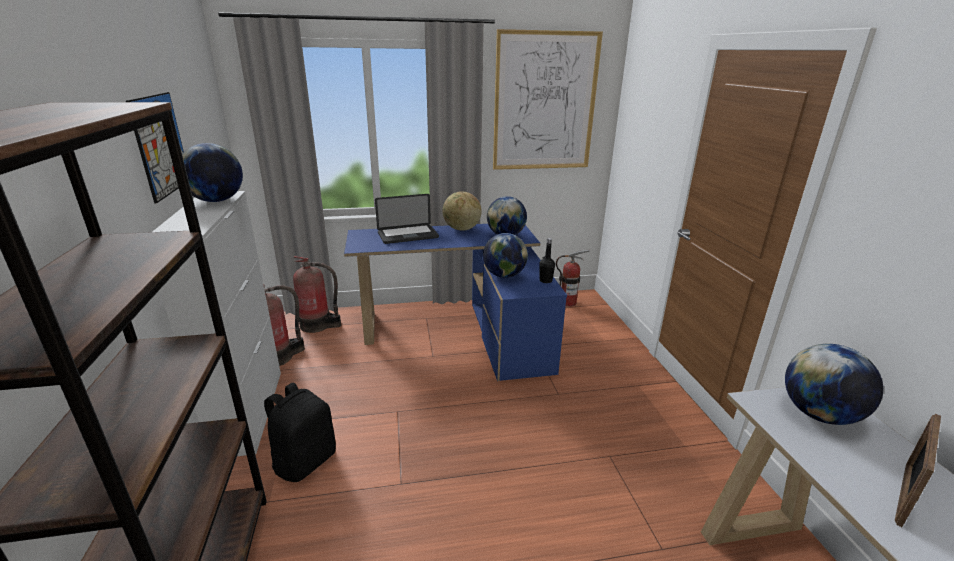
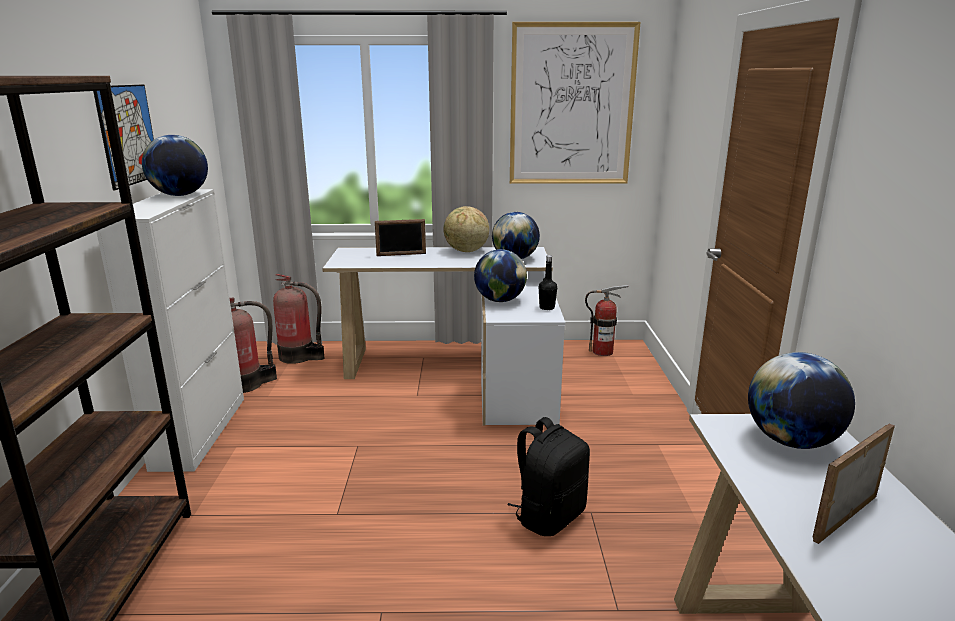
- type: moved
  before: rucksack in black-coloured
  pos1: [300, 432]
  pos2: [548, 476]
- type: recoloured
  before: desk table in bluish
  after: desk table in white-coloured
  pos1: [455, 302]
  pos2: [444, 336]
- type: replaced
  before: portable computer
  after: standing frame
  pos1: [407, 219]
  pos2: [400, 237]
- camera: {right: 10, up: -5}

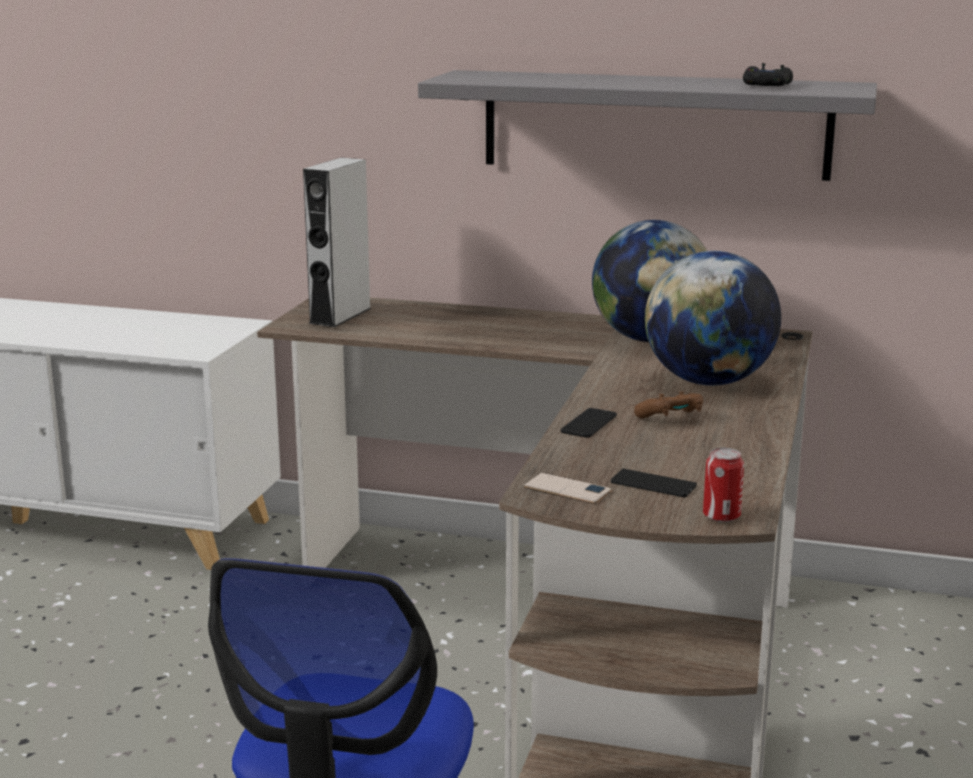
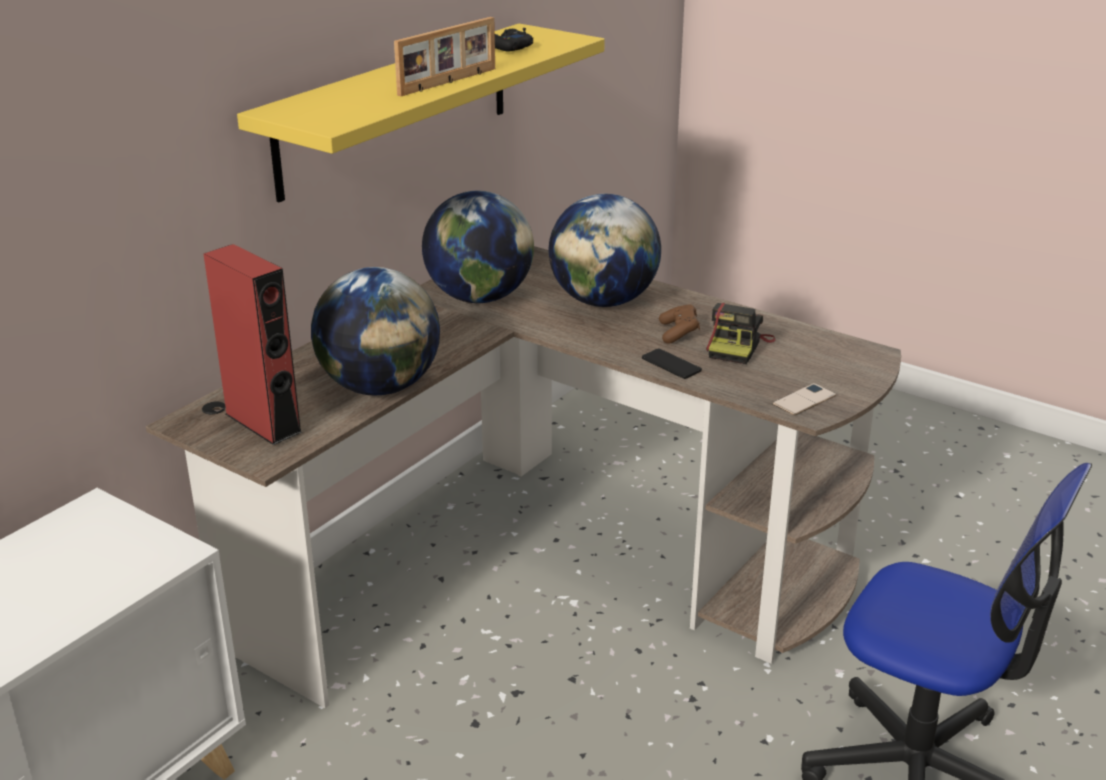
- type: recoloured
  before: loudspeaker in grey
  after: loudspeaker in reddish
  pos1: [337, 242]
  pos2: [253, 344]
- type: recoloured
  before: bracket shelf in grey
  after: bracket shelf in yellowish
  pos1: [647, 125]
  pos2: [421, 113]
- type: removed
  before: telephone
  pos1: [654, 483]
- type: removed
  before: can
  pos1: [723, 485]
- type: added
  after: desk globe
  pos2: [375, 331]
- type: added
  after: standing frame
  pos2: [444, 56]
- type: added
  after: photo camera
  pos2: [741, 333]
- camera: {right: -70, up: 10}

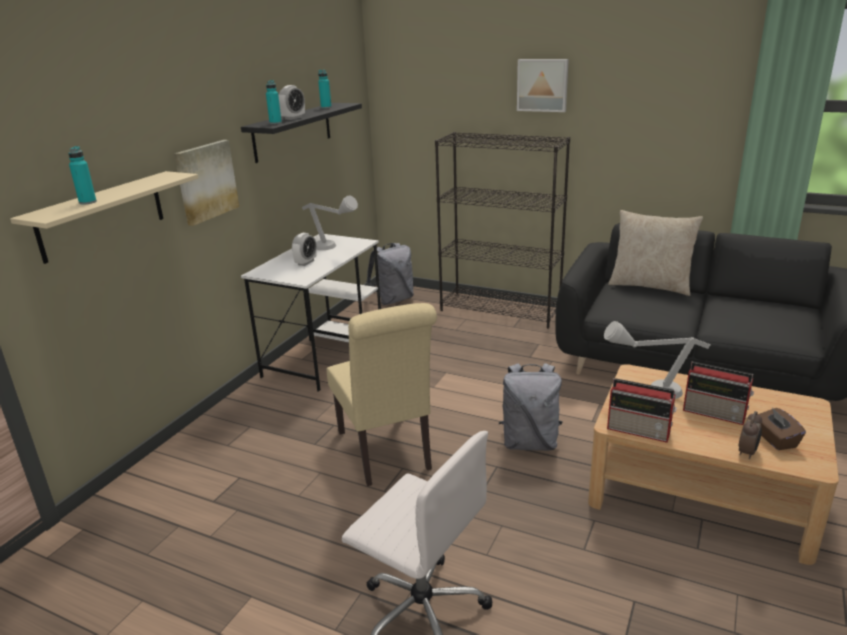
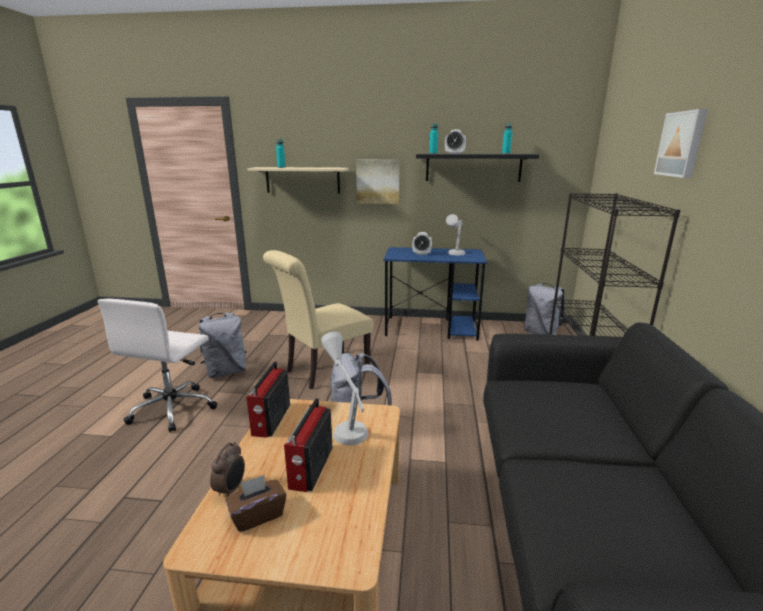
- type: recoloured
  before: desk table in white-coloured
  after: desk table in bluish
  pos1: [311, 313]
  pos2: [435, 294]
- type: removed
  before: cushion in sand-coloured
  pos1: [655, 253]
- type: turned
  before: bedside clock
  pos1: [750, 435]
  pos2: [227, 469]
  turn: -90
- type: added
  after: rucksack in grey
  pos2: [222, 345]
- camera: {right: 70, up: -5}

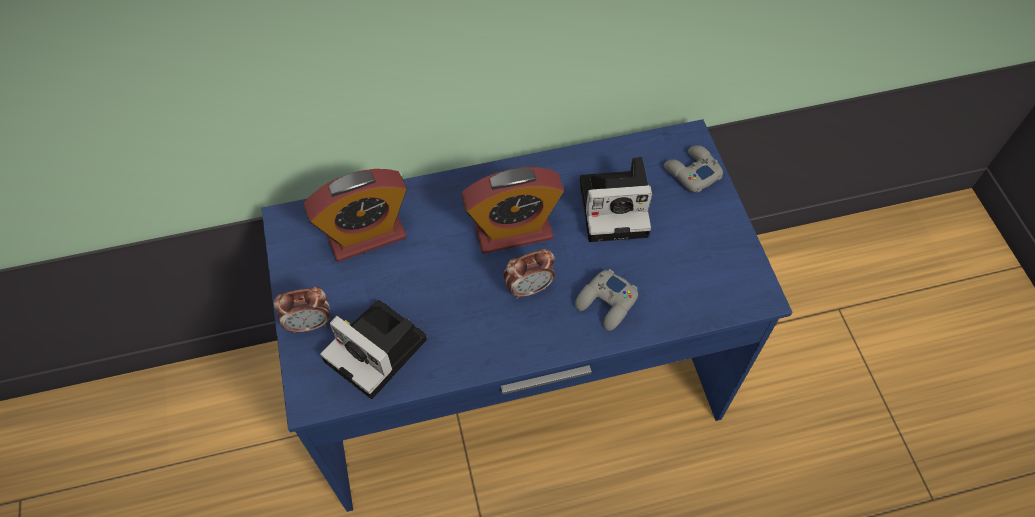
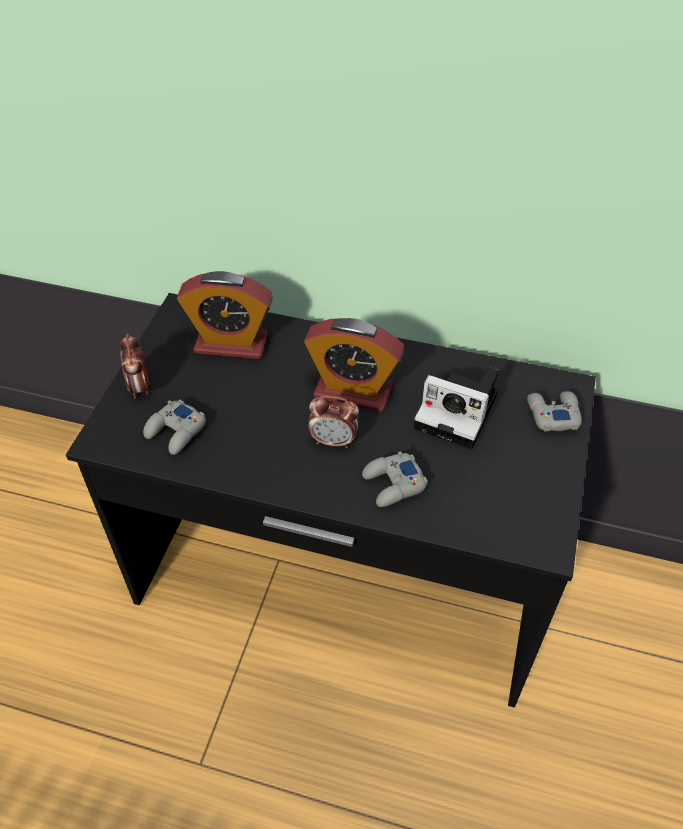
- type: recoloured
  before: desk table in bluish
  after: desk table in black-coloured
  pos1: [526, 315]
  pos2: [331, 500]
- type: turned
  before: bedside clock
  pos1: [302, 310]
  pos2: [134, 366]
  turn: 60
- type: replaced
  before: photo camera
  after: joypad in grey
  pos1: [373, 349]
  pos2: [174, 427]
- camera: {right: 30, up: -10}

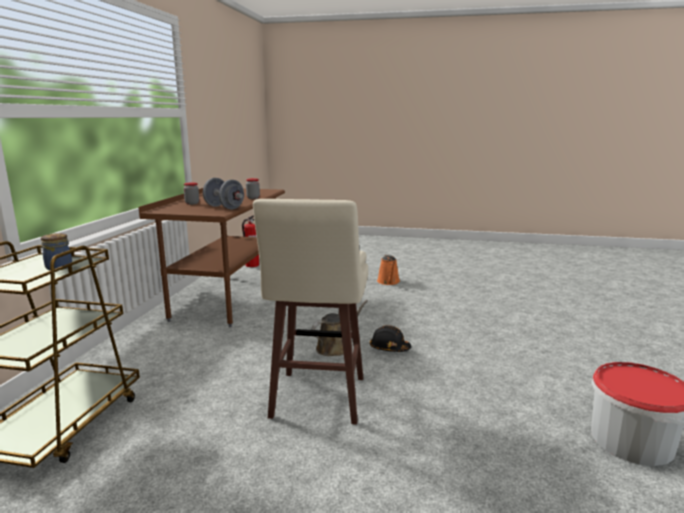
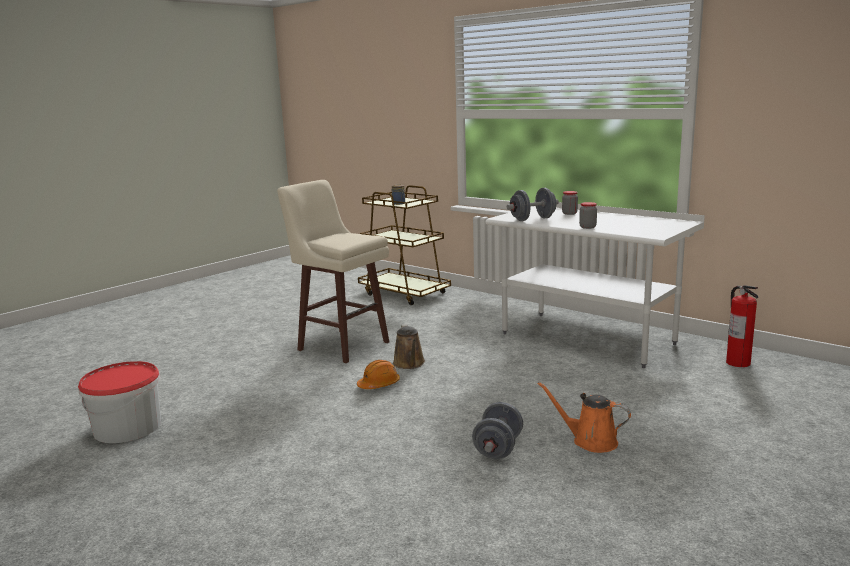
- type: recoloured
  before: desk table in brown
  after: desk table in white-coloured
  pos1: [211, 257]
  pos2: [595, 285]
- type: recoloured
  before: hard hat in black-coloured
  after: hard hat in orangey
  pos1: [390, 338]
  pos2: [378, 374]
- type: added
  after: free weight in grey
  pos2: [497, 430]
- camera: {right: 120, up: 0}

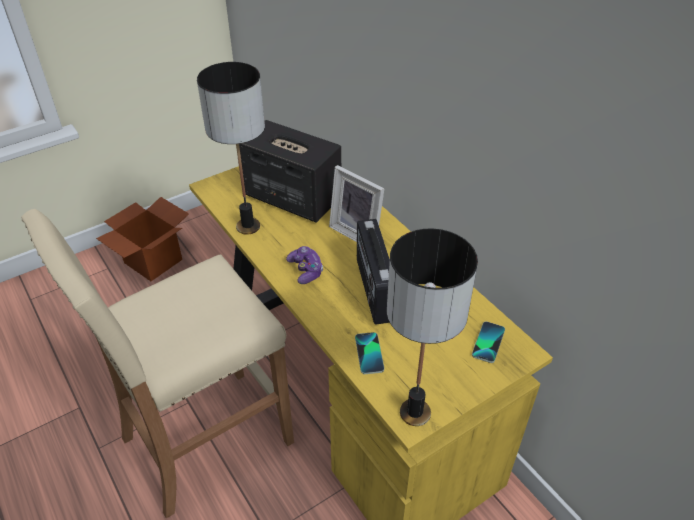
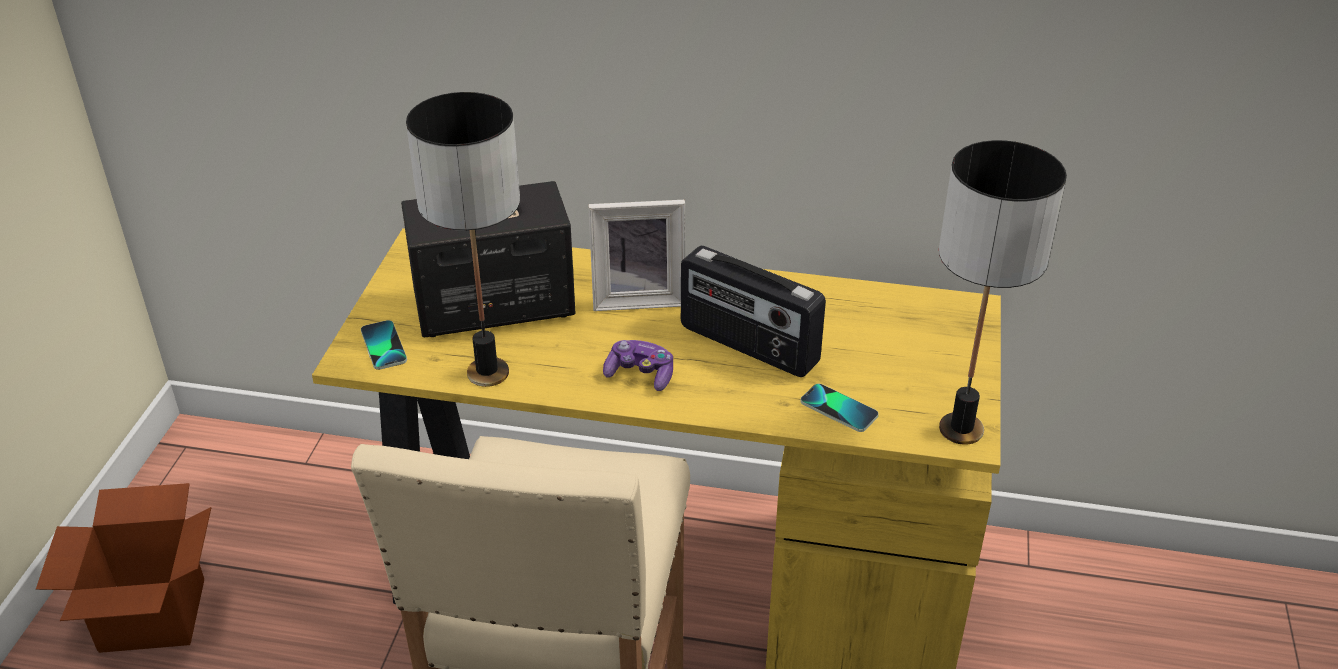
- type: moved
  before: telephone
  pos1: [488, 342]
  pos2: [384, 345]
- camera: {right: -45, up: -5}

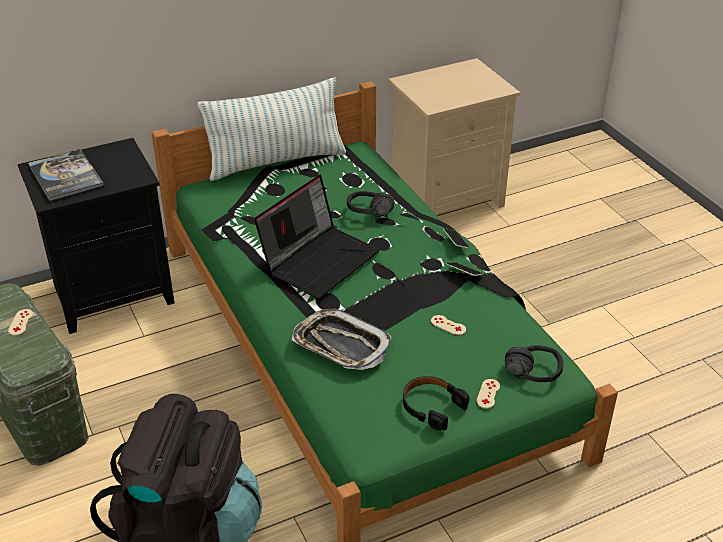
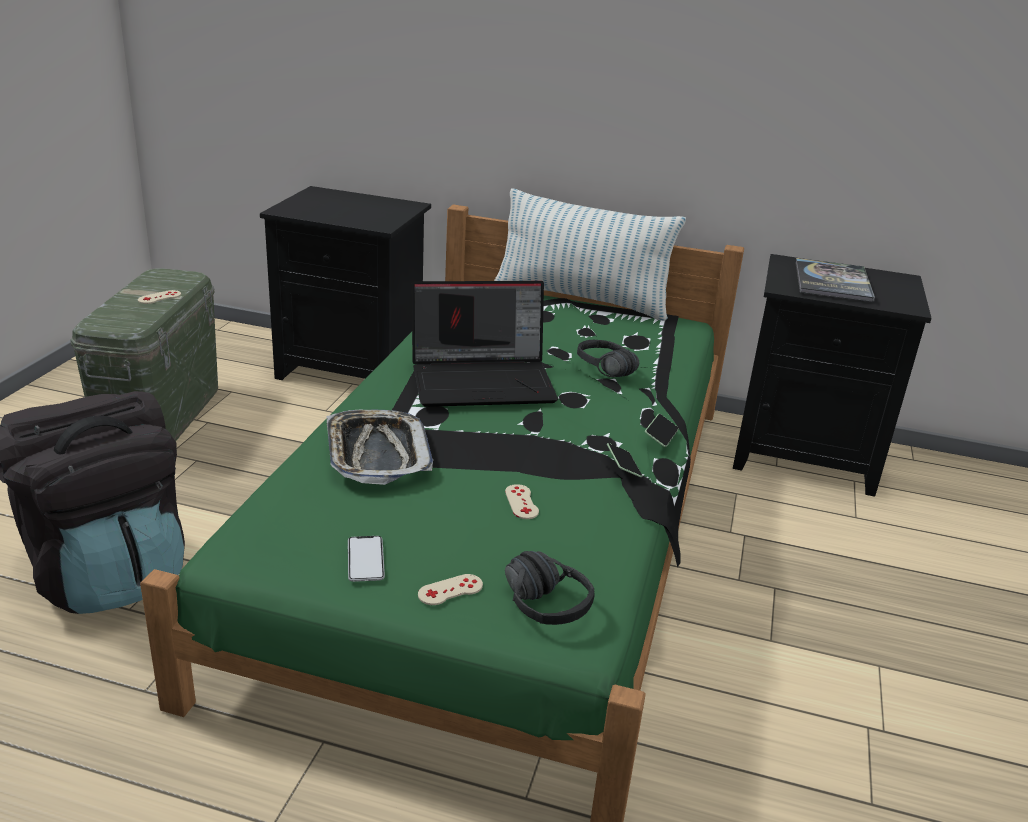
- type: moved
  before: book
  pos1: [66, 175]
  pos2: [835, 280]
- type: recoloured
  before: nightstand in sand-coloured
  after: nightstand in black-coloured
  pos1: [454, 136]
  pos2: [832, 375]
- type: replaced
  before: headset in black-coloured
  after: telephone
  pos1: [436, 403]
  pos2: [366, 559]
- camera: {right: 40, up: -10}

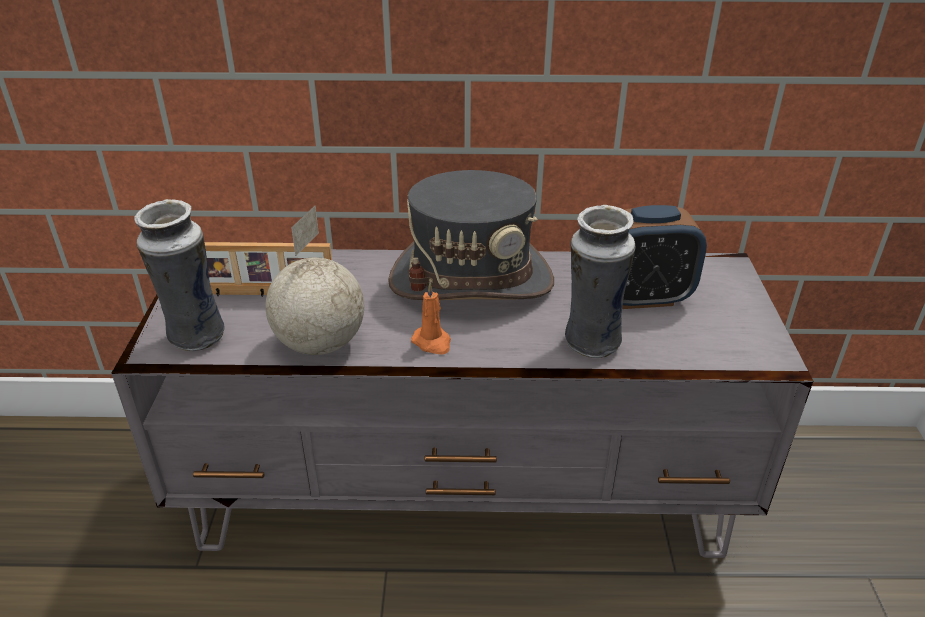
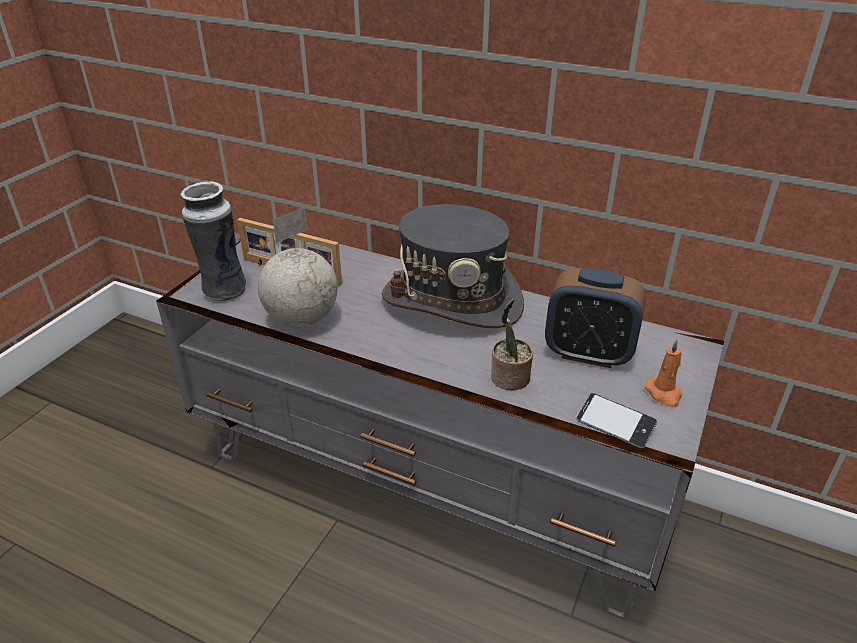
- type: moved
  before: wax candle in orangey
  pos1: [431, 318]
  pos2: [663, 373]
- type: replaced
  before: decorative vase
  after: plant in a pot
  pos1: [600, 281]
  pos2: [512, 344]
- type: added
  after: telephone
  pos2: [617, 421]
- camera: {right: 25, up: 0}

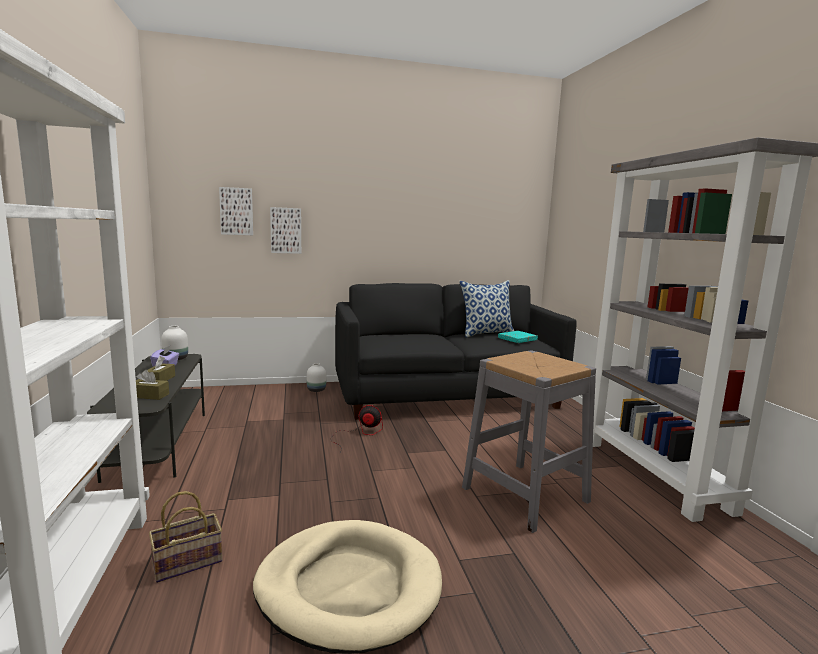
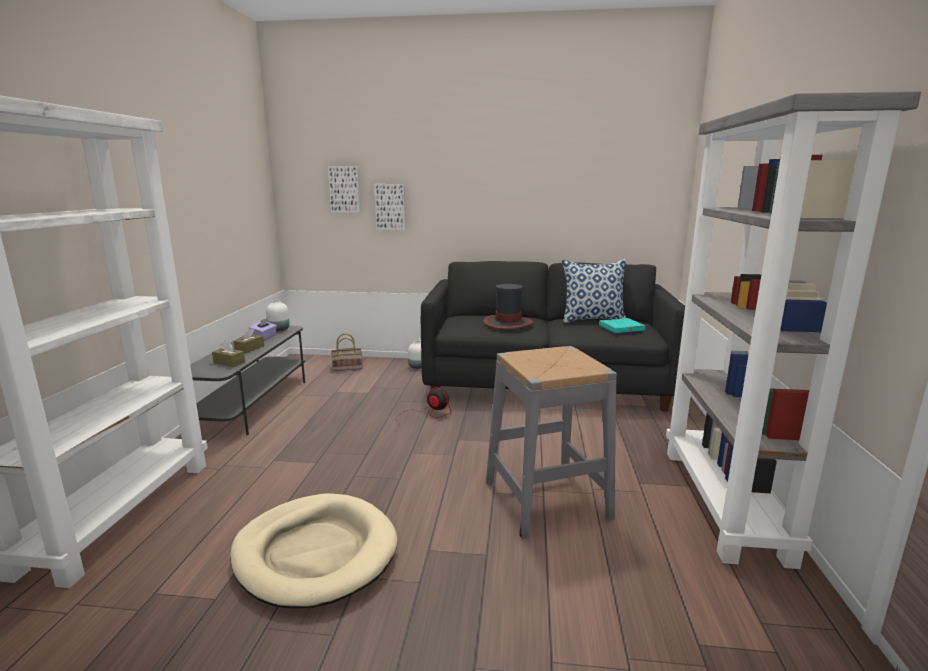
- type: moved
  before: storage basket
  pos1: [185, 537]
  pos2: [347, 352]
- type: added
  after: clothing hat
  pos2: [508, 307]
- camera: {right: 20, up: 5}

